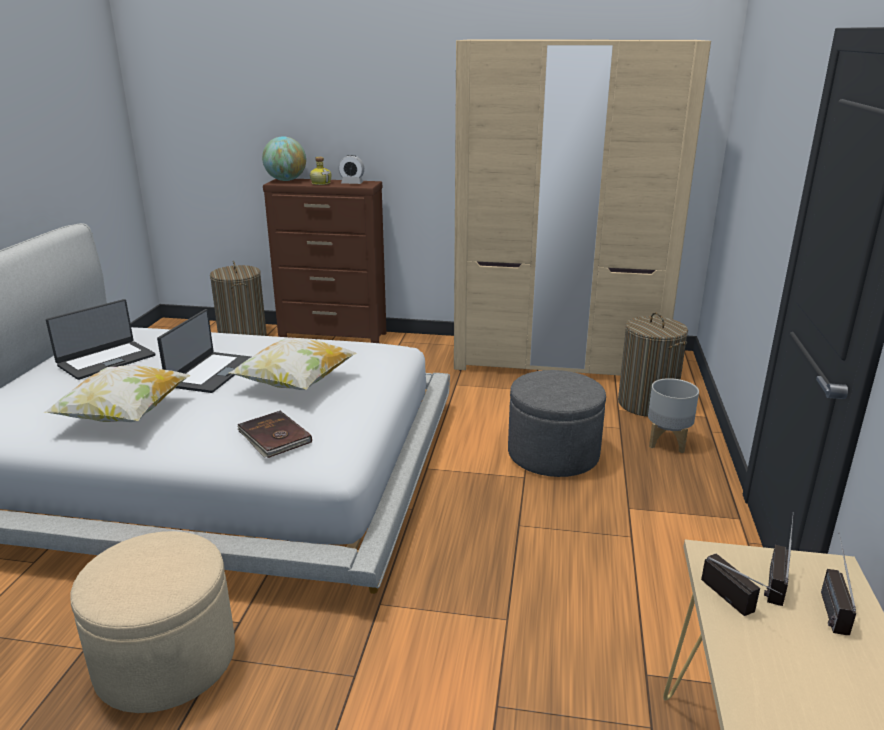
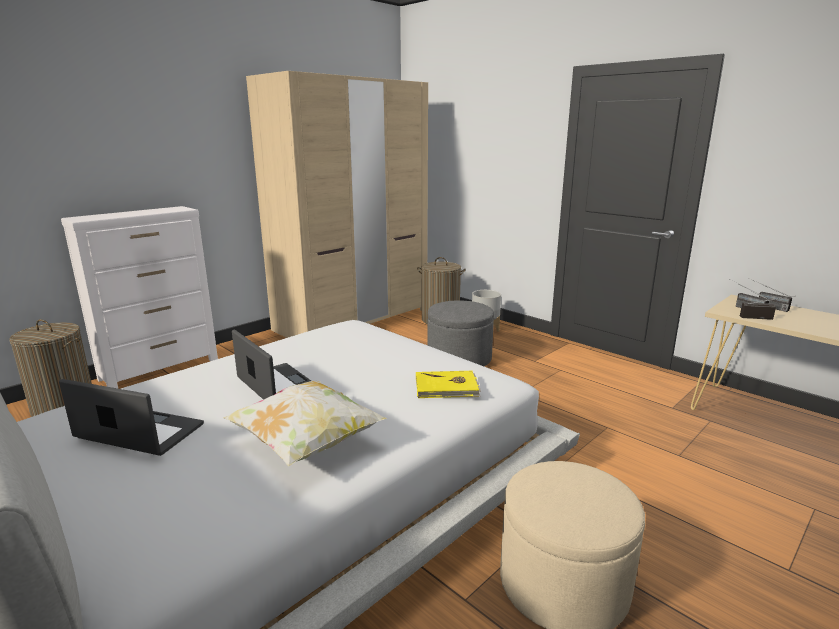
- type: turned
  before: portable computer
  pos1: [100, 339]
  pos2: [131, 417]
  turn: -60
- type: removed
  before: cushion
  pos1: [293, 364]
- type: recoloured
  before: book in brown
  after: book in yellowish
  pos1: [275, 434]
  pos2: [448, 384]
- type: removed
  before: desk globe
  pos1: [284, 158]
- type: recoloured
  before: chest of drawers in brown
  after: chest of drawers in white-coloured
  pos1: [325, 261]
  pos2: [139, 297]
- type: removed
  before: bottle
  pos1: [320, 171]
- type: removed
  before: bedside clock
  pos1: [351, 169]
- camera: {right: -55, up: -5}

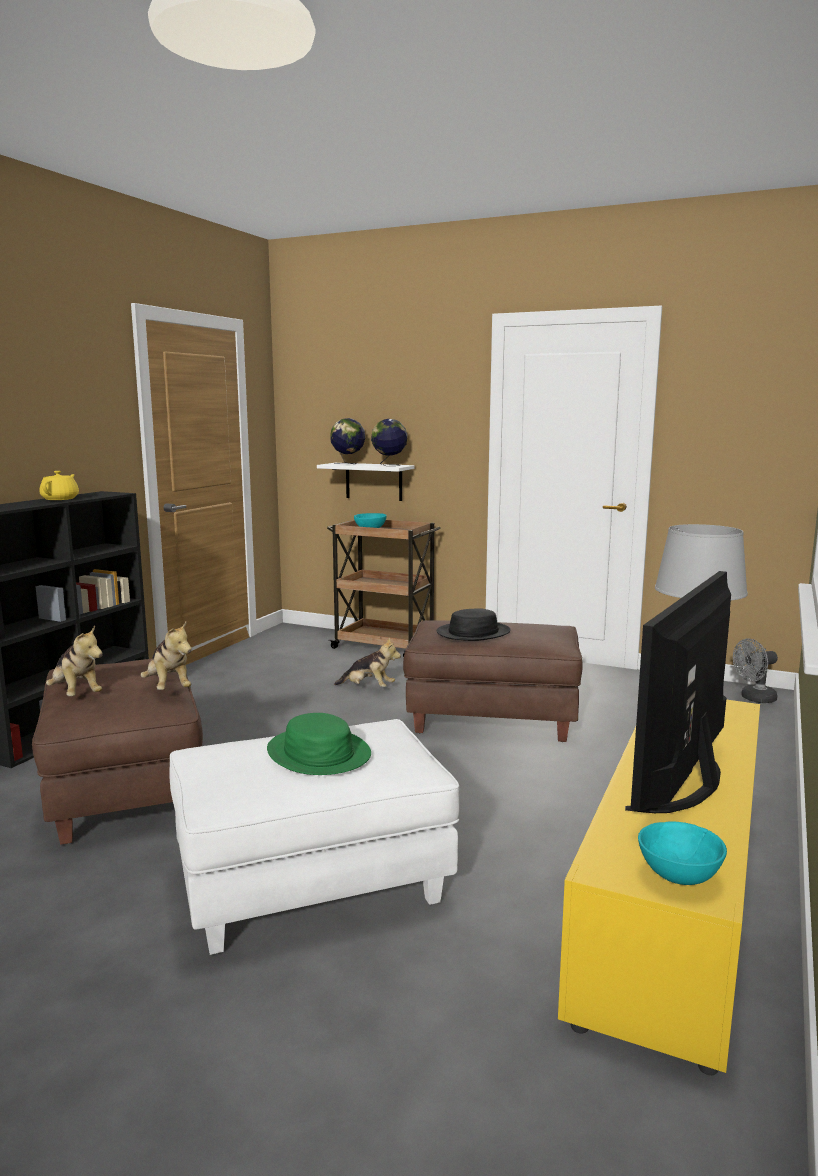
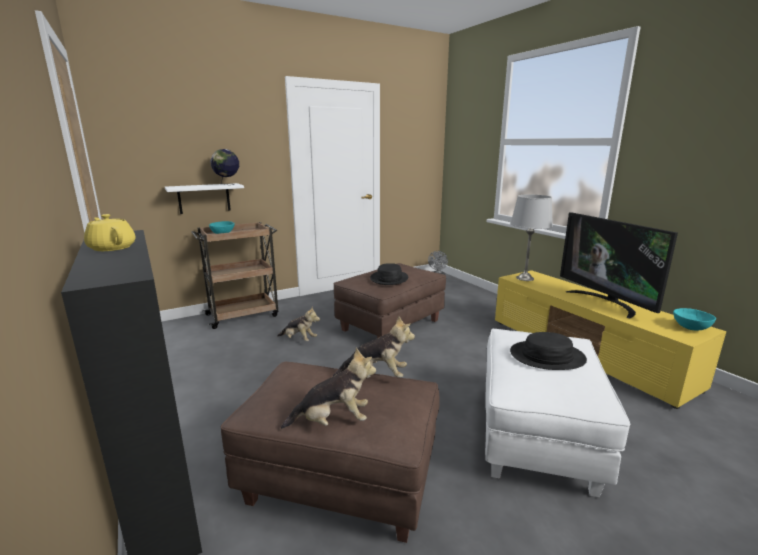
- type: recoloured
  before: clothing hat in greenish
  after: clothing hat in black-coloured
  pos1: [319, 744]
  pos2: [548, 351]
- type: removed
  before: desk globe
  pos1: [347, 441]
- type: turned
  before: plush toy
  pos1: [367, 662]
  pos2: [298, 323]
  turn: 60
- camera: {right: -55, up: 5}

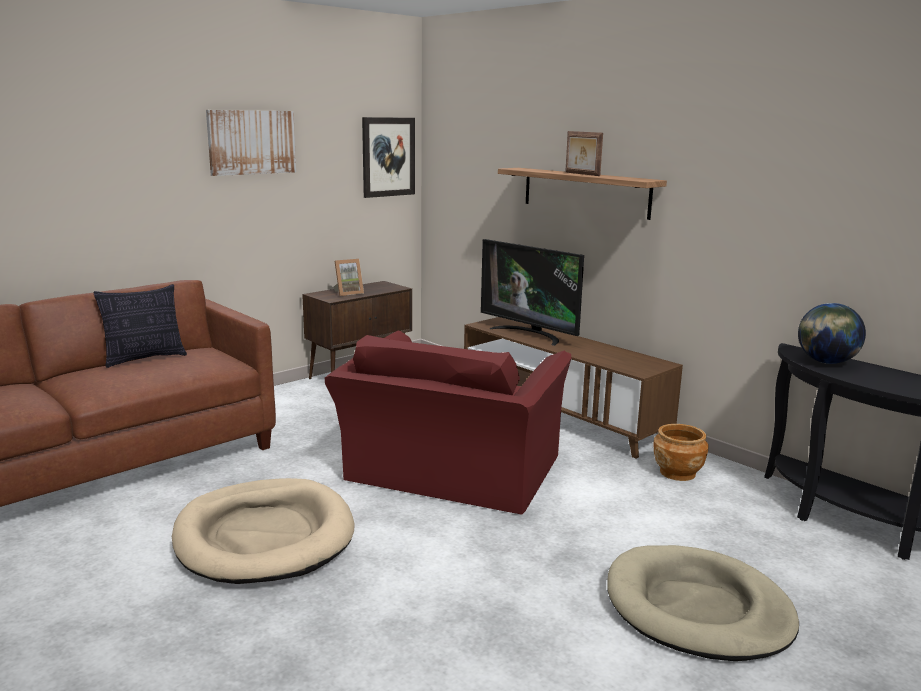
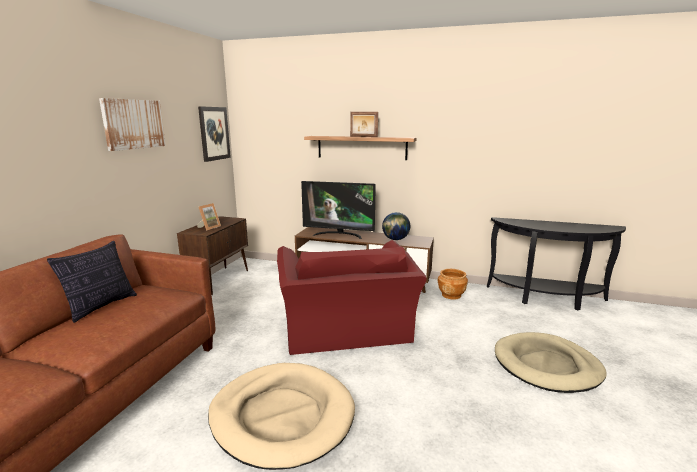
- type: moved
  before: desk globe
  pos1: [832, 333]
  pos2: [396, 226]
- camera: {right: -30, up: 0}

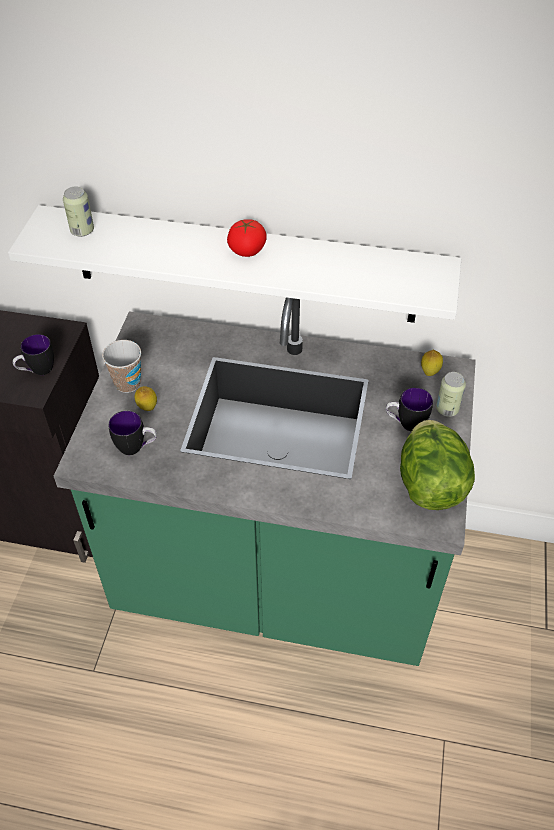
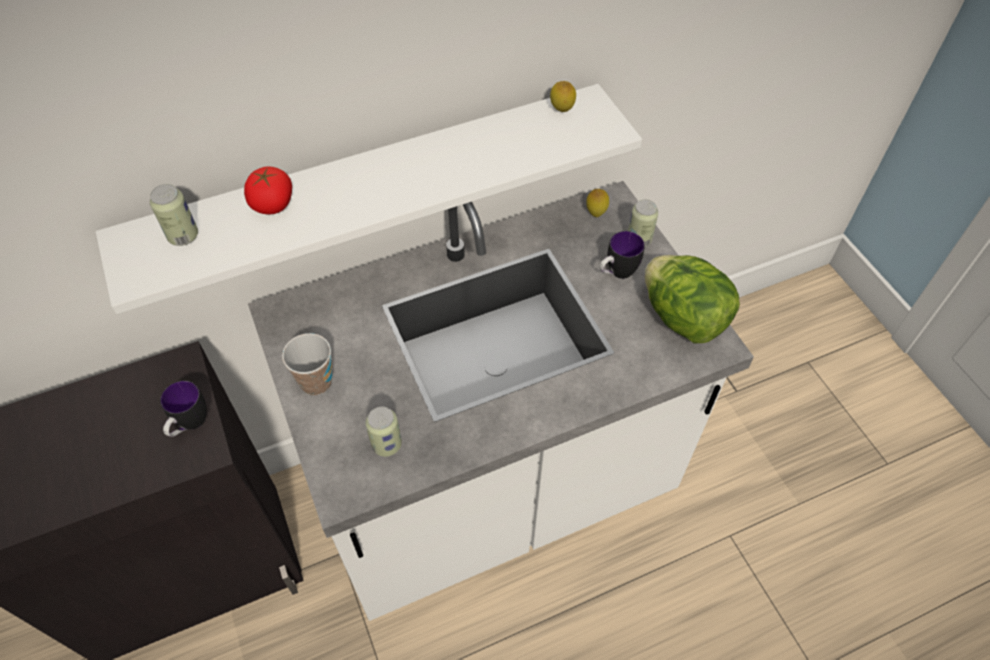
- type: recoloured
  before: counter in greenish
  after: counter in white-coloured
  pos1: [265, 482]
  pos2: [501, 401]
- type: replaced
  before: mug
  after: can
  pos1: [132, 433]
  pos2: [383, 432]
- type: moved
  before: whole lemon
  pos1: [146, 398]
  pos2: [563, 96]
- type: moved
  before: tomato
  pos1: [247, 238]
  pos2: [268, 190]
- camera: {right: -35, up: 5}

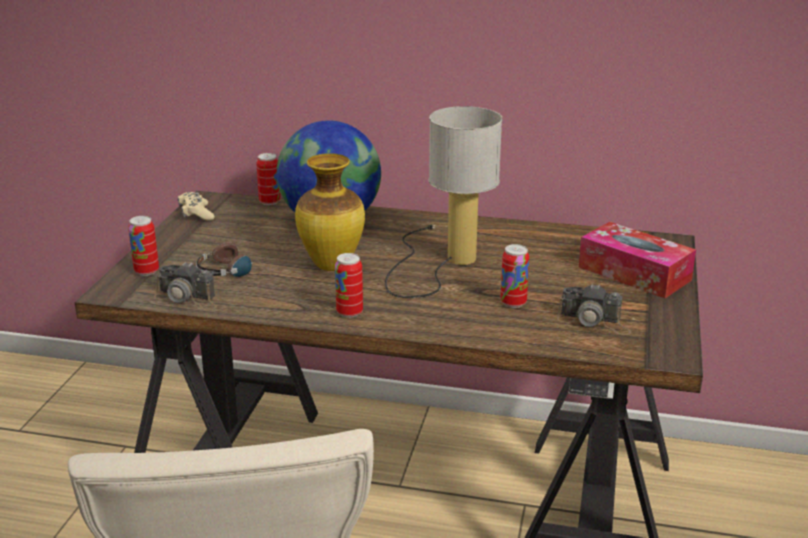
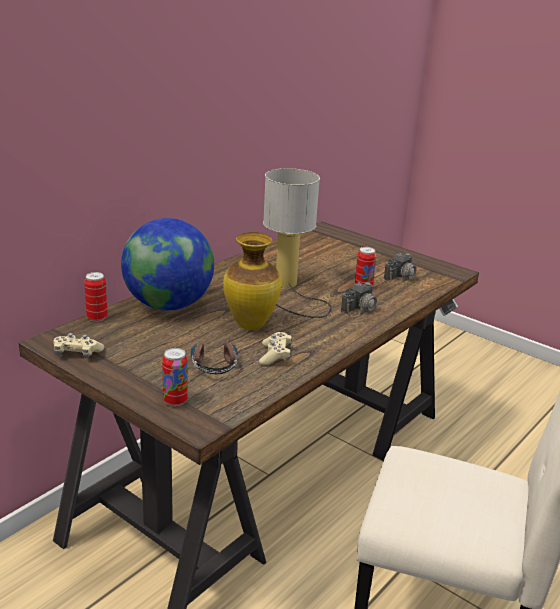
- type: moved
  before: photo camera
  pos1: [185, 286]
  pos2: [364, 299]
- type: removed
  before: can
  pos1: [349, 285]
- type: removed
  before: tissue holder
  pos1: [637, 260]
- type: added
  after: joypad in sand-coloured
  pos2: [275, 348]
- camera: {right: -65, up: 0}

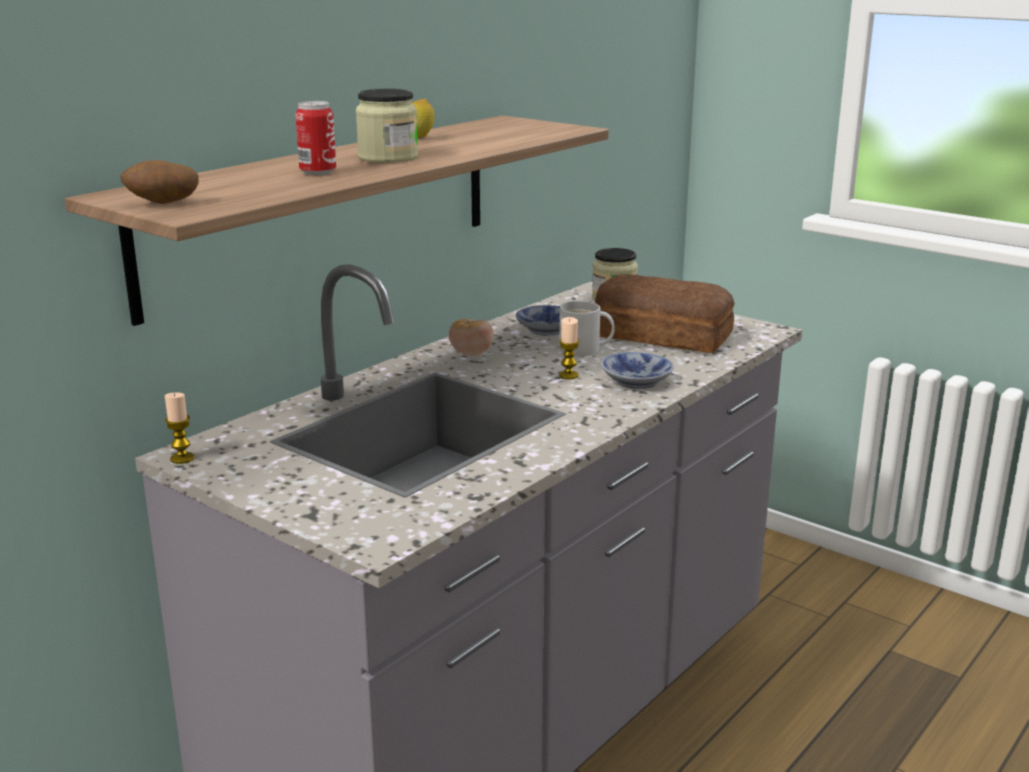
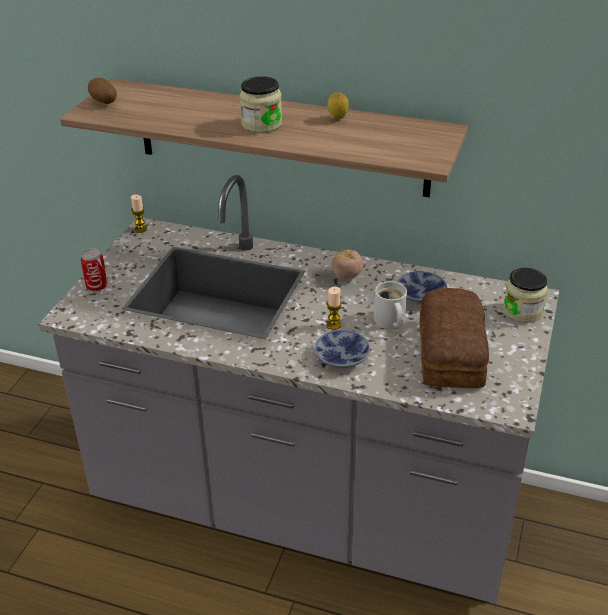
- type: moved
  before: can
  pos1: [315, 138]
  pos2: [94, 270]
- camera: {right: 70, up: 15}

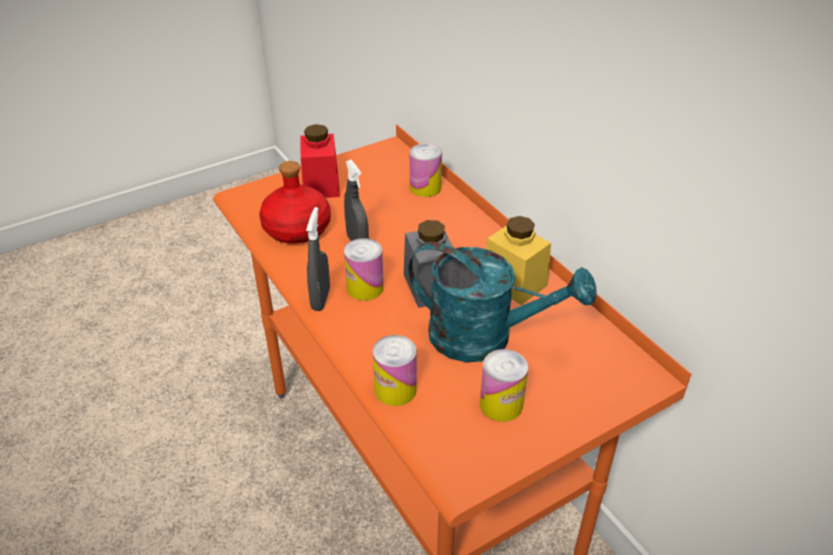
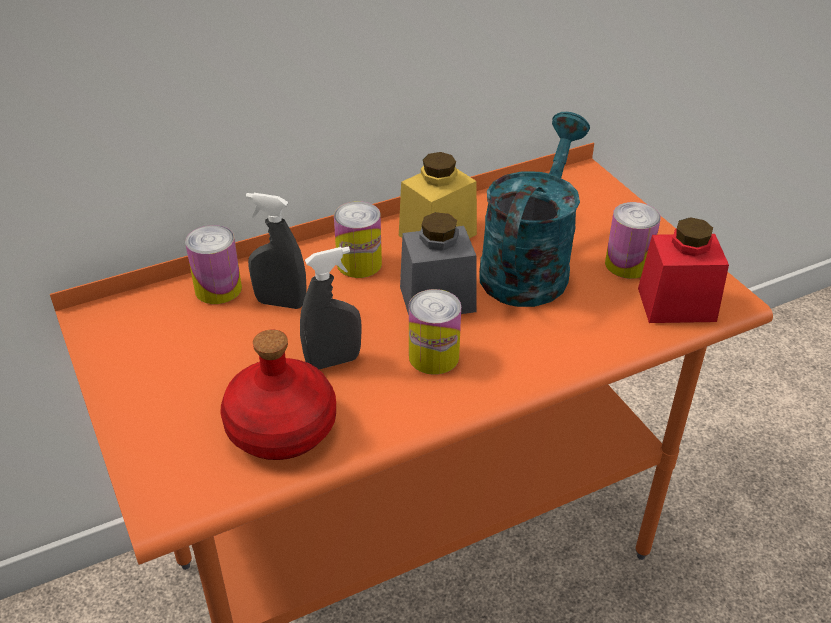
- type: moved
  before: storage jar in reddish
  pos1: [320, 161]
  pos2: [683, 270]
- type: moved
  before: hand sprayer in grey
  pos1: [318, 259]
  pos2: [276, 251]
- type: moved
  before: can
  pos1: [394, 370]
  pos2: [358, 239]
- camera: {right: -85, up: 0}

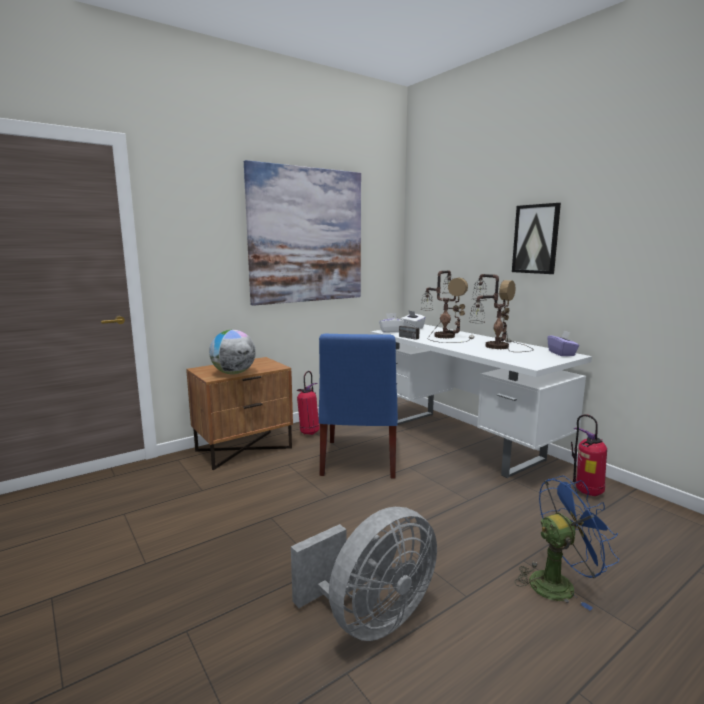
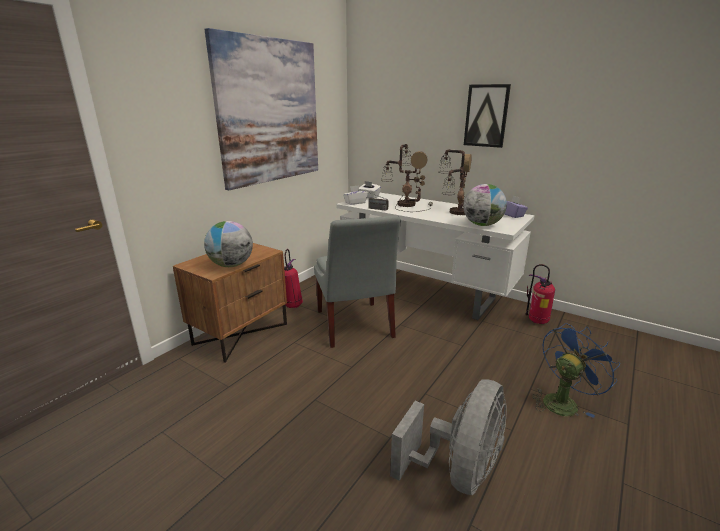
- type: recoloured
  before: plain chair in bluish
  after: plain chair in grey
  pos1: [358, 406]
  pos2: [357, 281]
- type: added
  after: desk globe
  pos2: [485, 205]
- camera: {right: -20, up: 10}

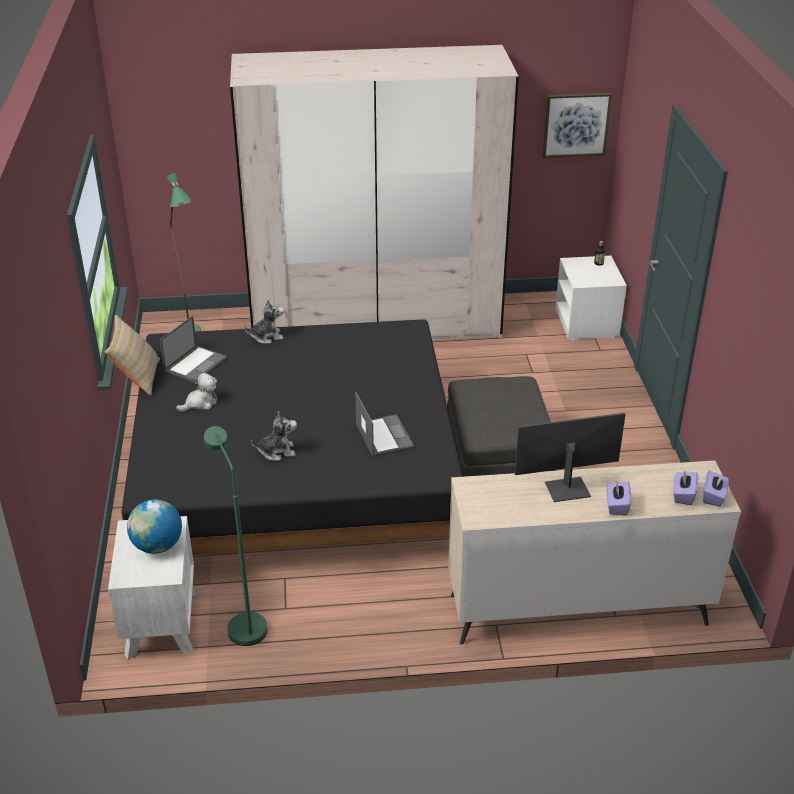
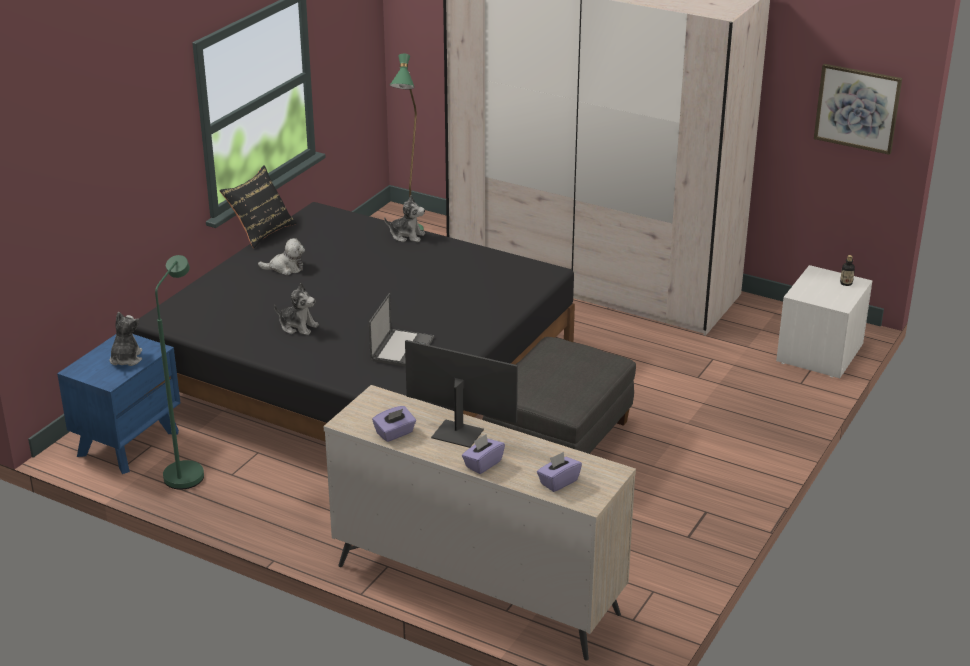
- type: recoloured
  before: cushion in sand-coloured
  after: cushion in black-coloured
  pos1: [132, 355]
  pos2: [258, 206]
- type: recoloured
  before: nightstand in white-coloured
  after: nightstand in bluish
  pos1: [152, 587]
  pos2: [118, 404]
- type: replaced
  before: desk globe
  after: plush toy
  pos1: [154, 526]
  pos2: [126, 339]
- type: removed
  before: portable computer
  pos1: [193, 349]
- type: moved
  before: tissue holder in purple-coloured
  pos1: [716, 488]
  pos2: [394, 424]
- camera: {right: 35, up: -5}

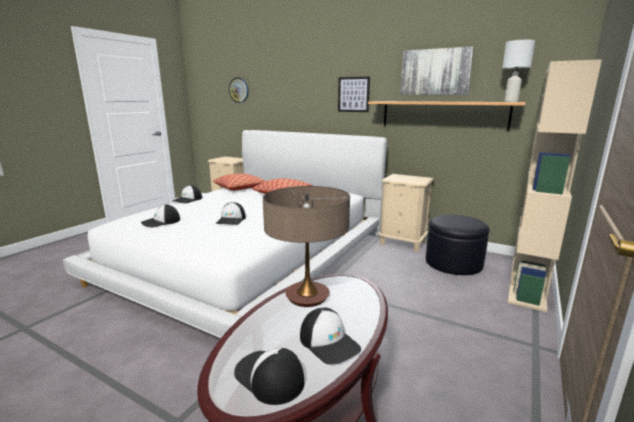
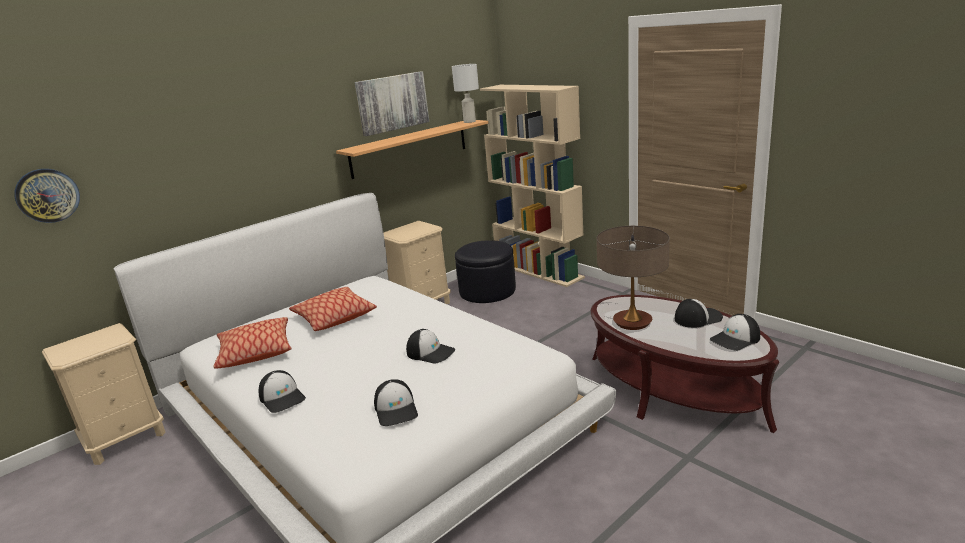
- type: removed
  before: wall picture
  pos1: [354, 94]
- camera: {right: -70, up: 5}

